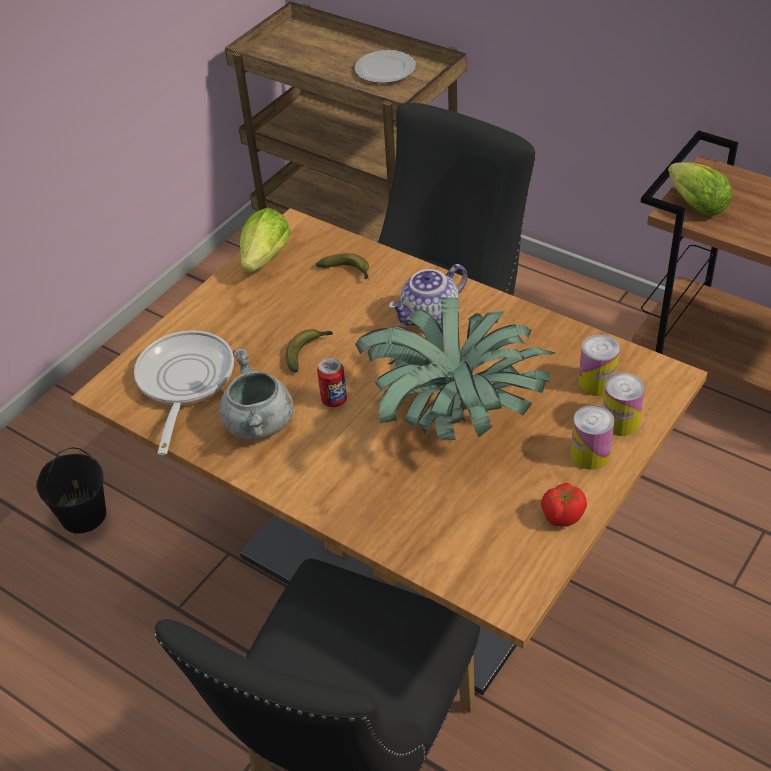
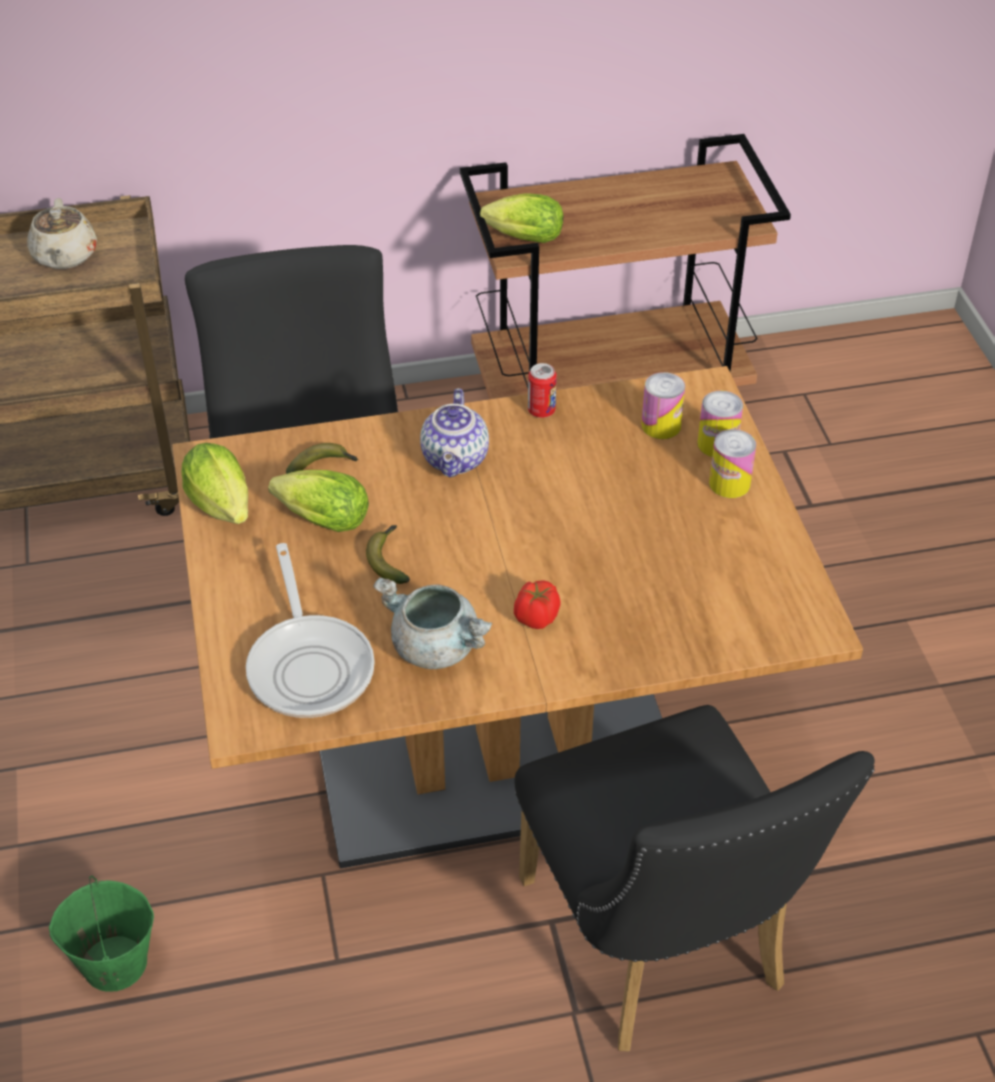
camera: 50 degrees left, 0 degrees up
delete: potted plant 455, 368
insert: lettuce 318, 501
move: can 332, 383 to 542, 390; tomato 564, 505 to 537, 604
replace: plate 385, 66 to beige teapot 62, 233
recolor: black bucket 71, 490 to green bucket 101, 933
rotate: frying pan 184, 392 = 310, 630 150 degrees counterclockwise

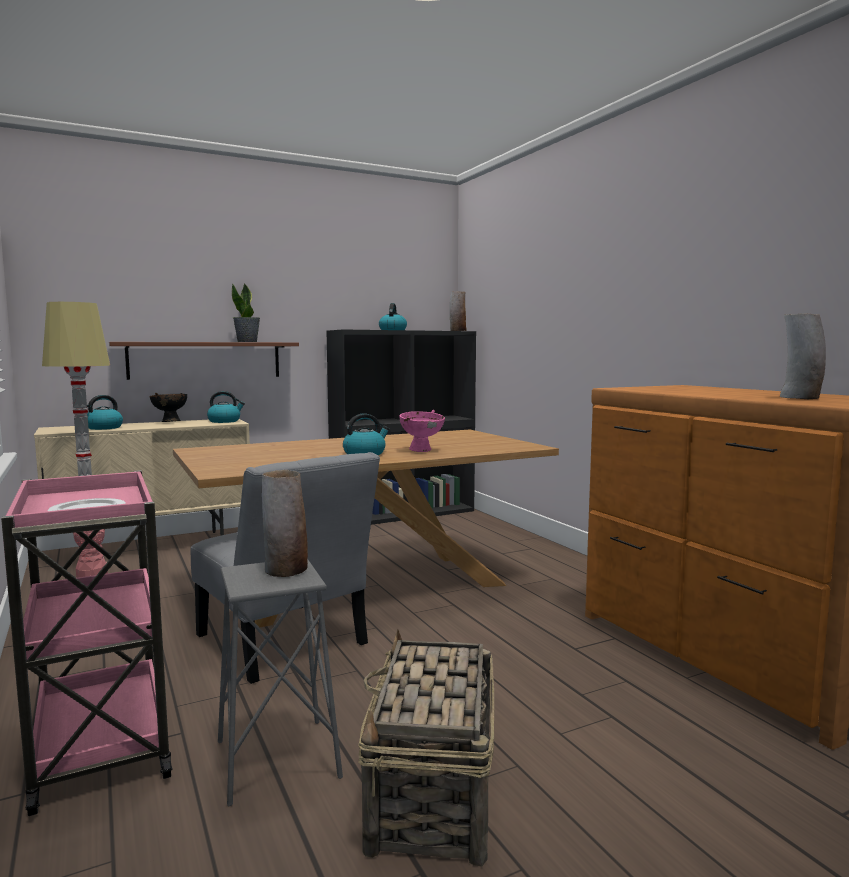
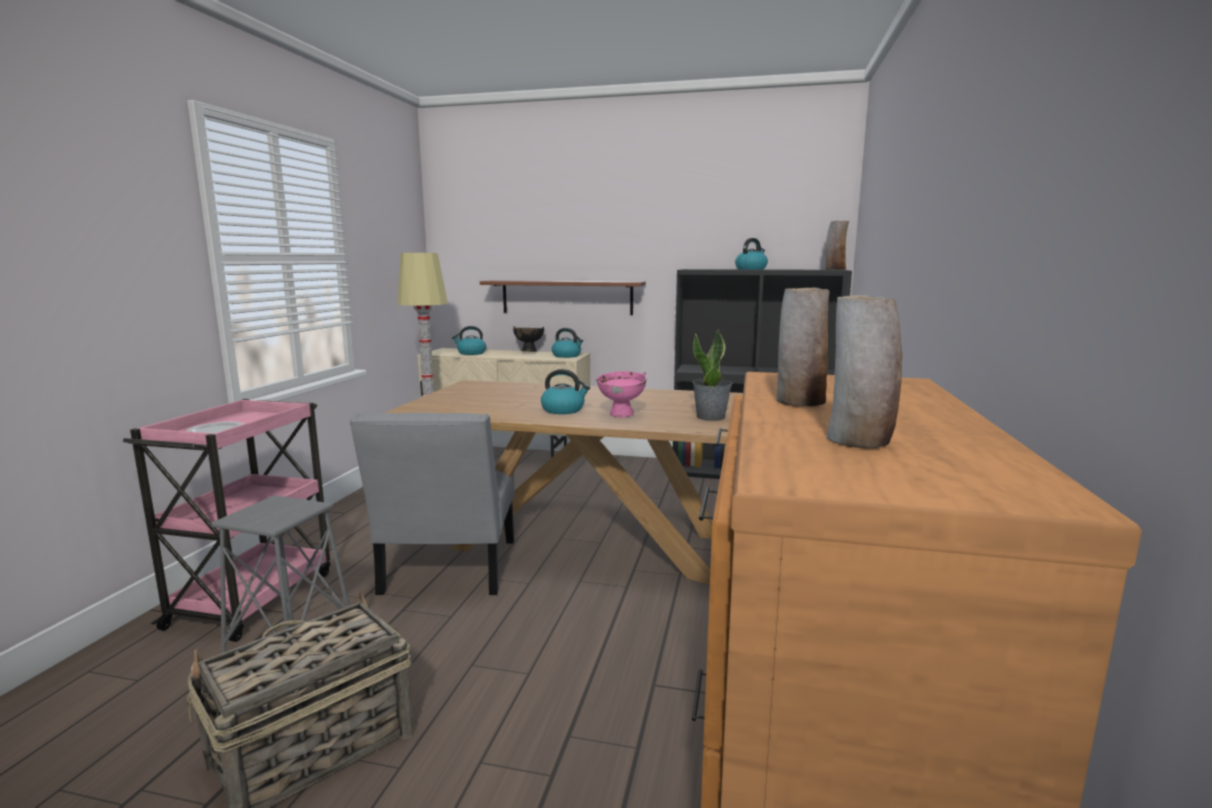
camera: 40 degrees right, 5 degrees up
move: potted plant 246, 312 to 712, 375; vase 285, 523 to 803, 347

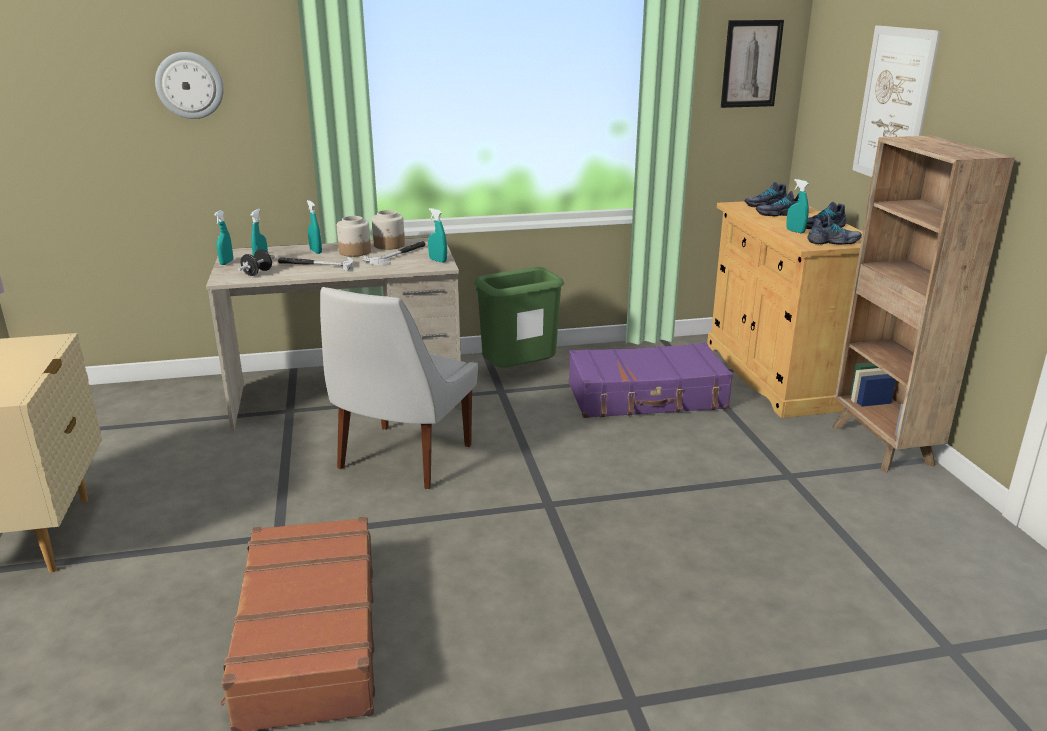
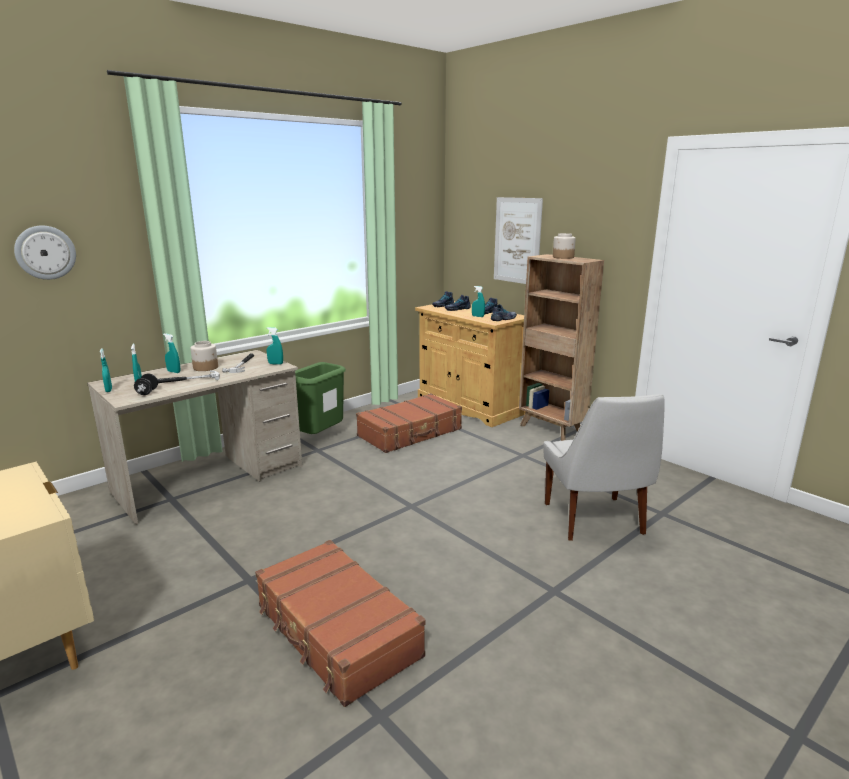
camera: 30 degrees left, 5 degrees down
delete: picture 752, 64
move: jar 388, 230 to 564, 246; white chair 399, 388 to 603, 467
recolor: purple suitcase 651, 380 to brown suitcase 409, 423

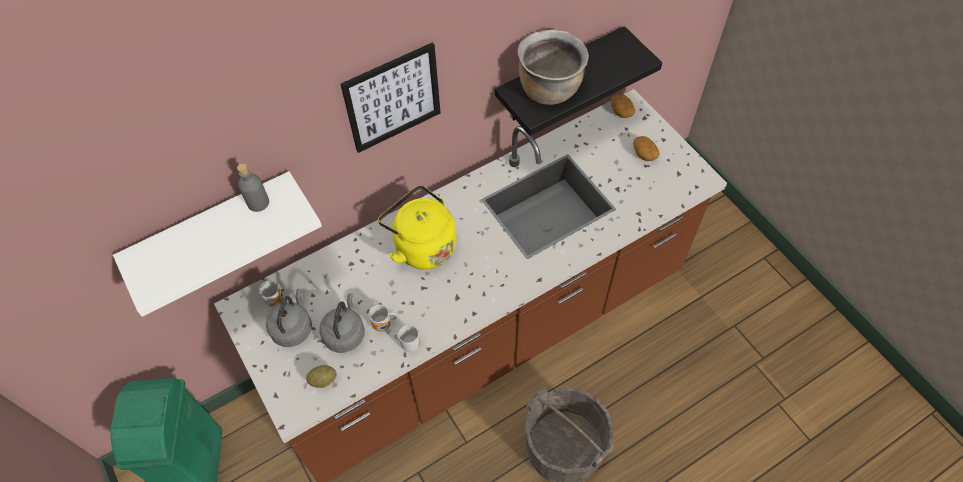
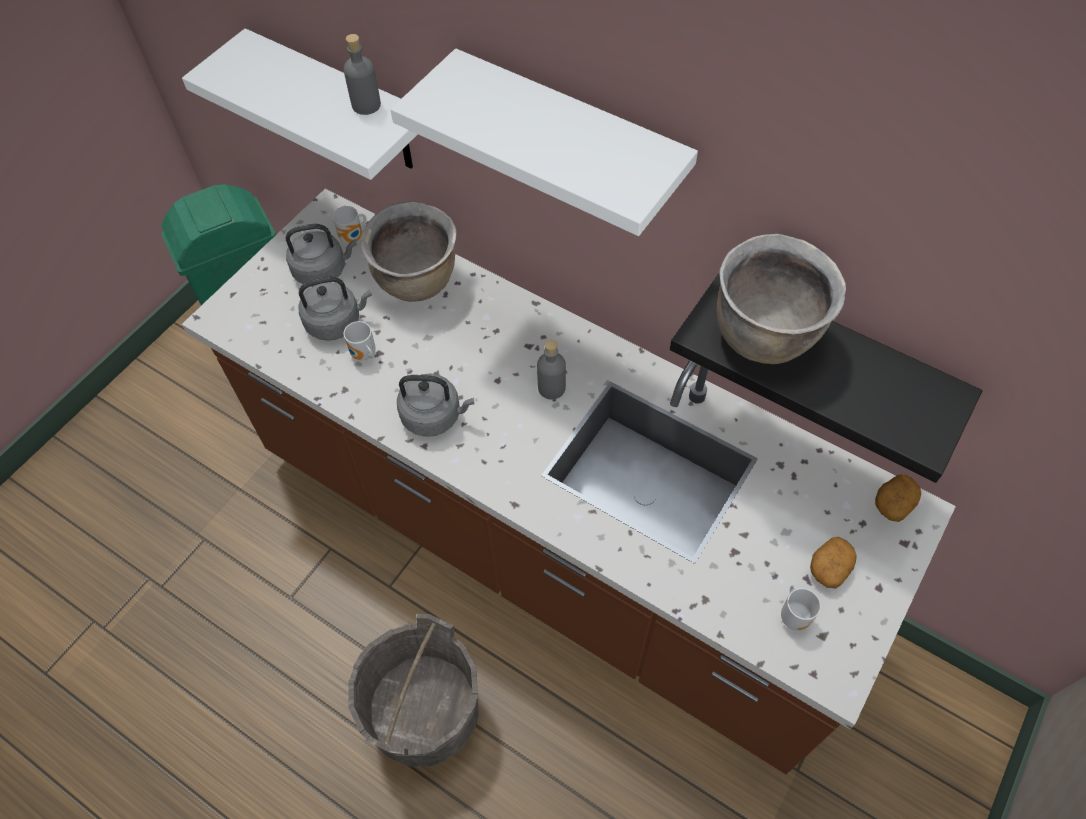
camera: 65 degrees right, 0 degrees up
delete: yellow kettle 417, 227; potato 321, 376
insert: brown cooking pot 408, 251; grey bottle 551, 370; grey kettle 435, 405
move: mug 407, 338 to 801, 608
replace: picture 390, 97 to white shelf 544, 142

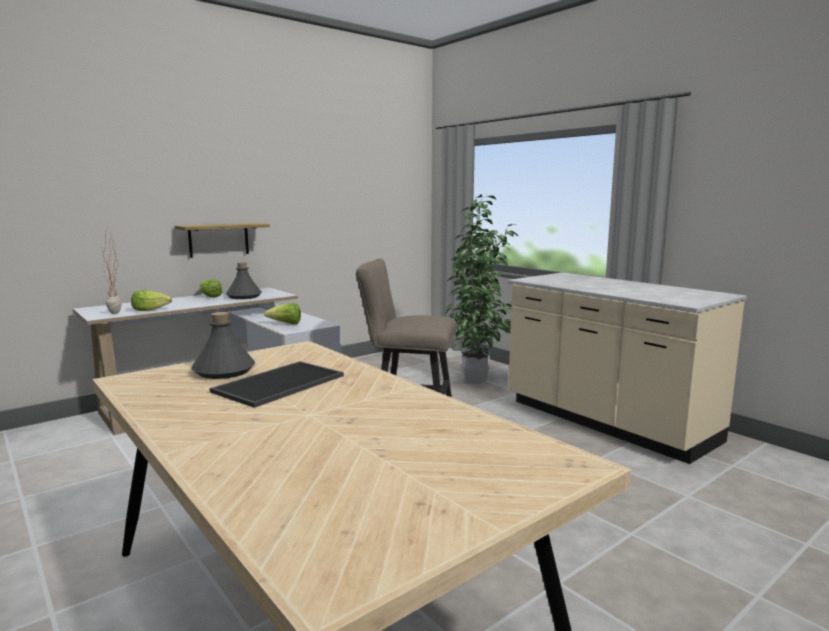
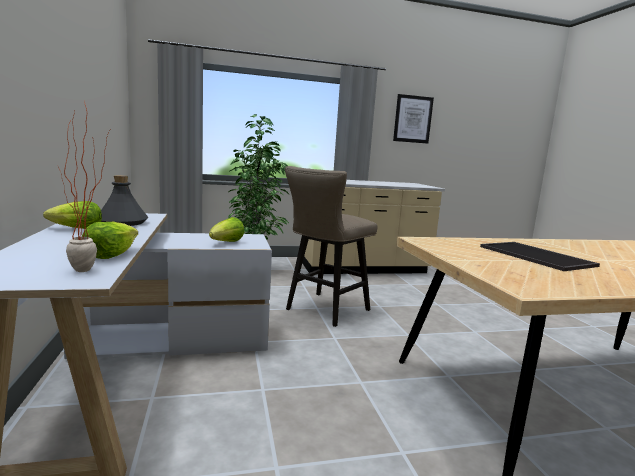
camera: 65 degrees left, 0 degrees up
delete: shelf 222, 240; grey bottle 223, 345
insert: picture 413, 119

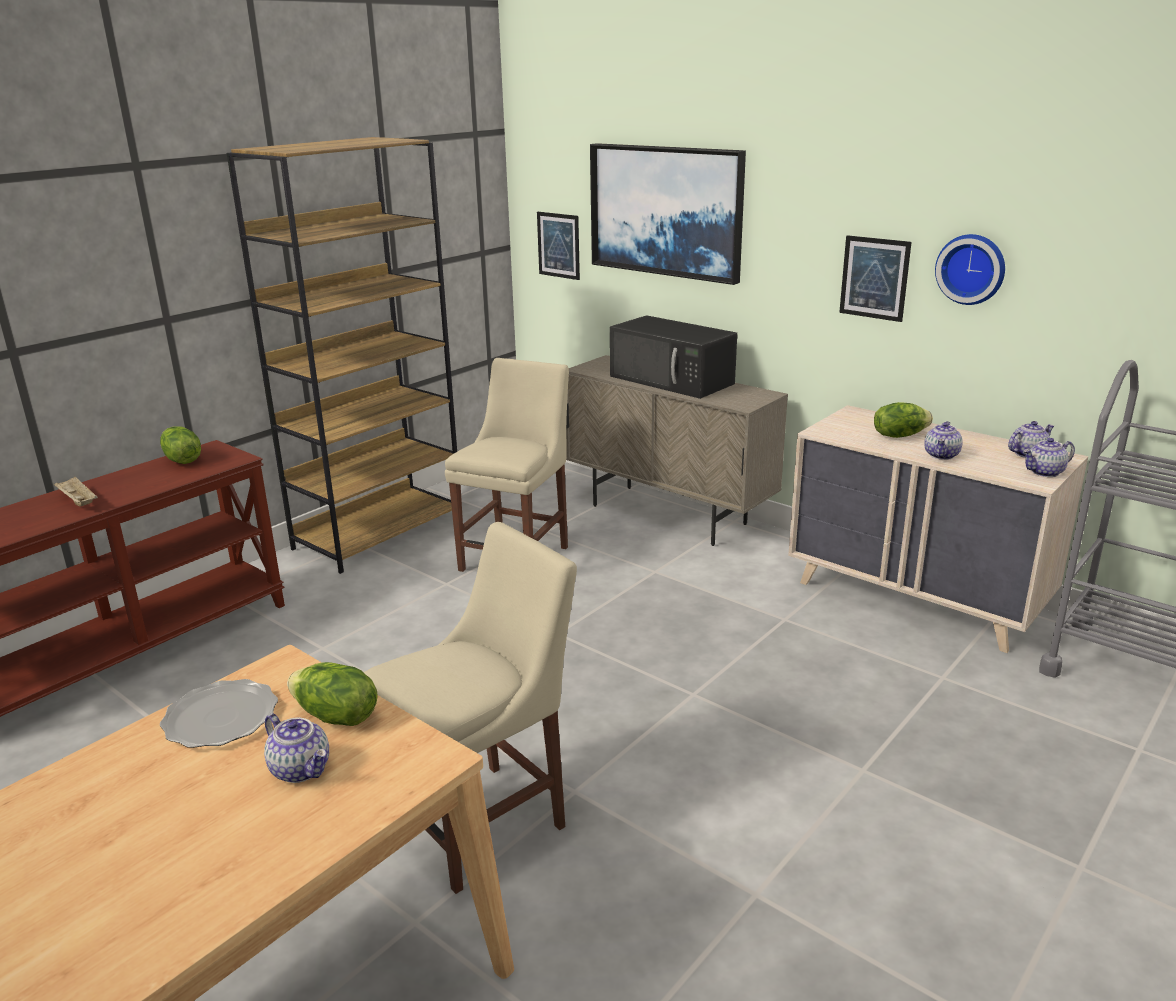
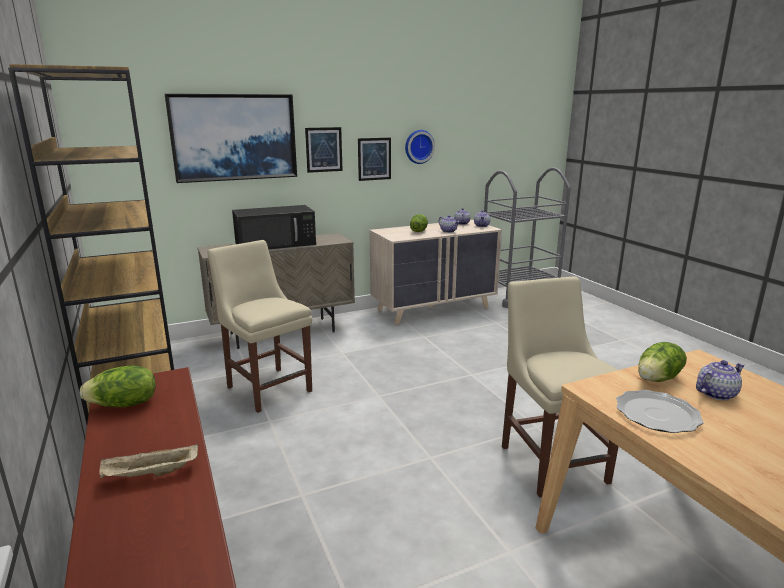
camera: 65 degrees left, 5 degrees down
move: picture 558, 246 to 324, 150

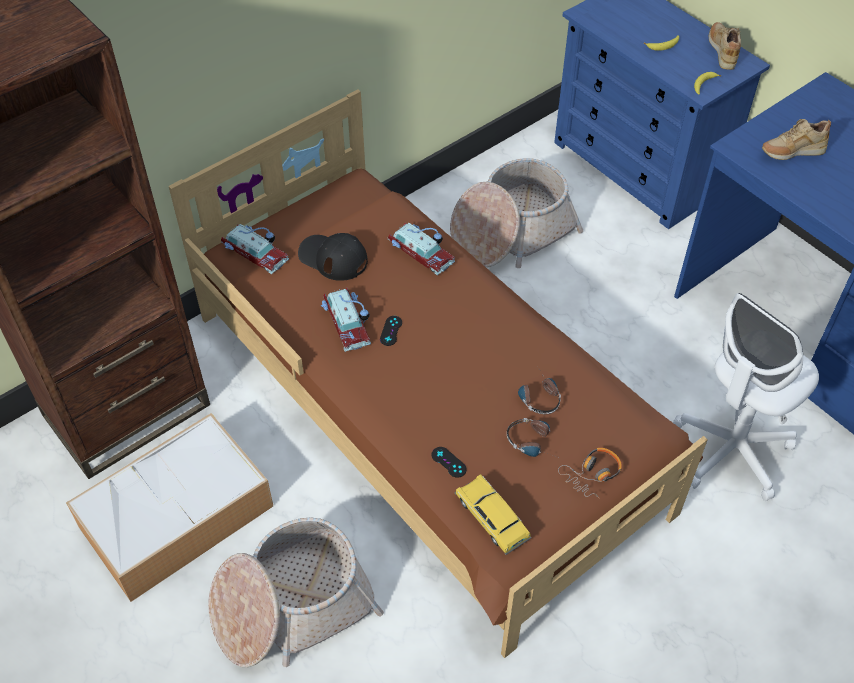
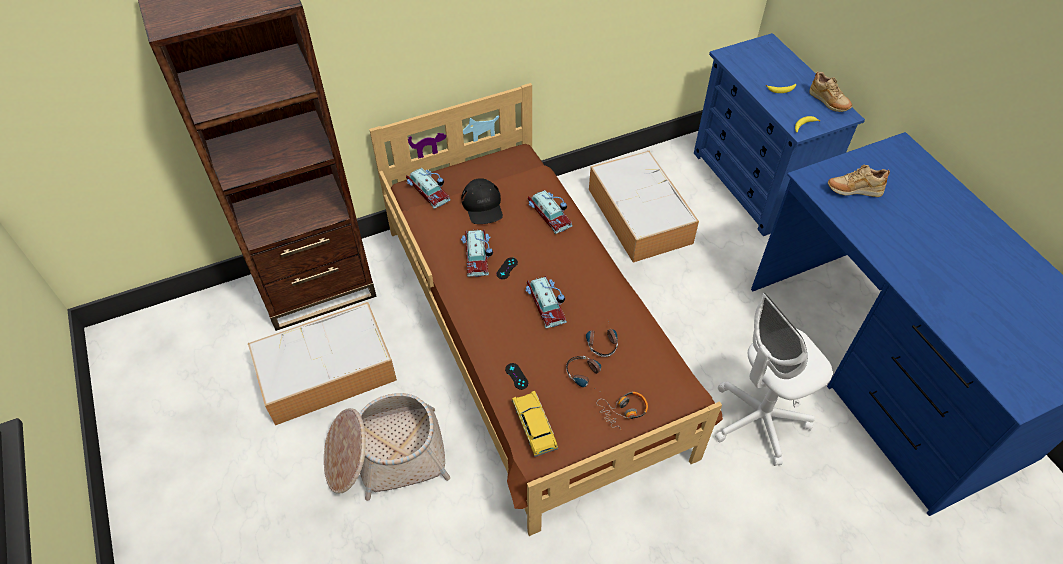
camera: 15 degrees right, 0 degrees up
insert: toy car 545, 302
replace: basket 516, 213 to storage box 644, 207
rotate: beige shoe 725, 46 = 830, 92 135 degrees clockwise; black cap 333, 257 = 482, 201 150 degrees counterclockwise

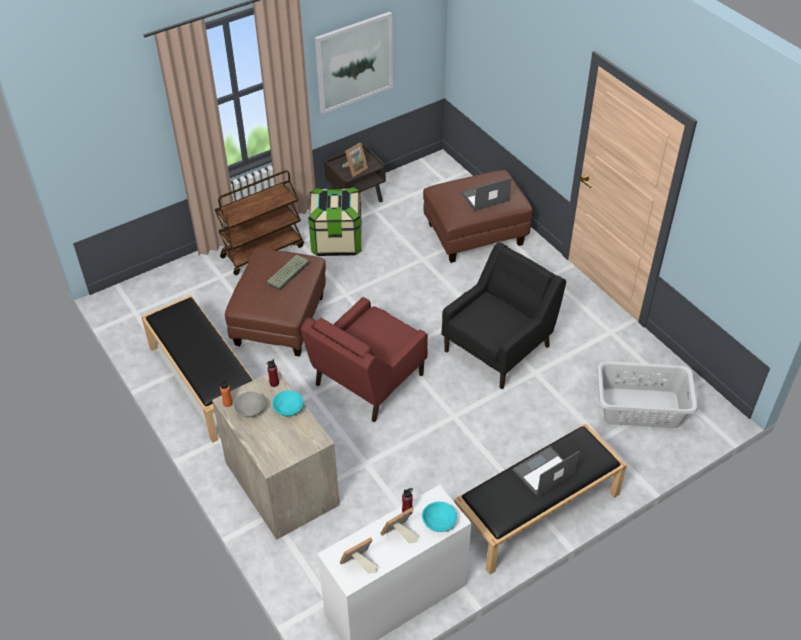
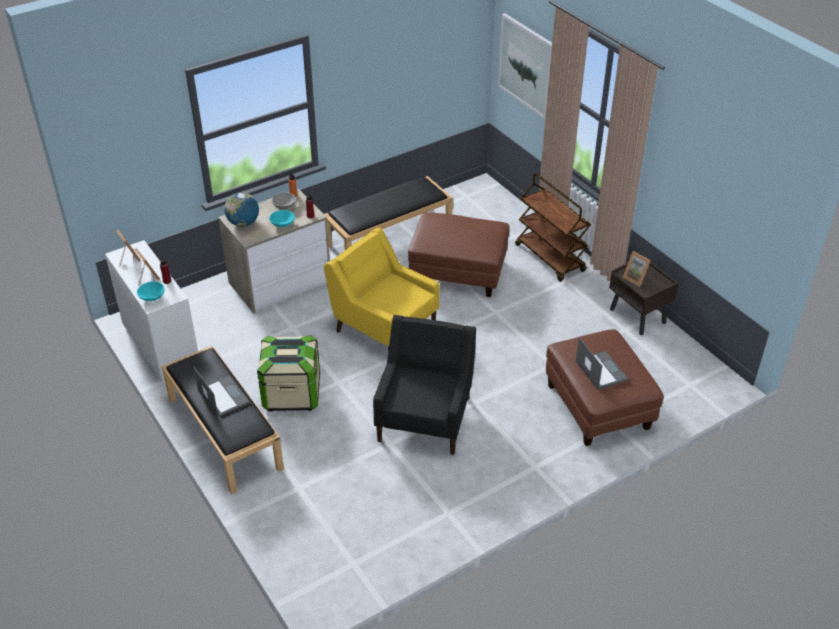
camera: 90 degrees right, 5 degrees down
delete: keyboard 288, 273; grey laundry basket 647, 394
insert: globe 241, 209
move: picture 354, 63 to 525, 66; storage box 335, 221 to 288, 373
recolor: red armchair 364, 359 to yellow armchair 381, 289
rotate: black armchair 504, 315 = 424, 385 120 degrees counterclockwise

